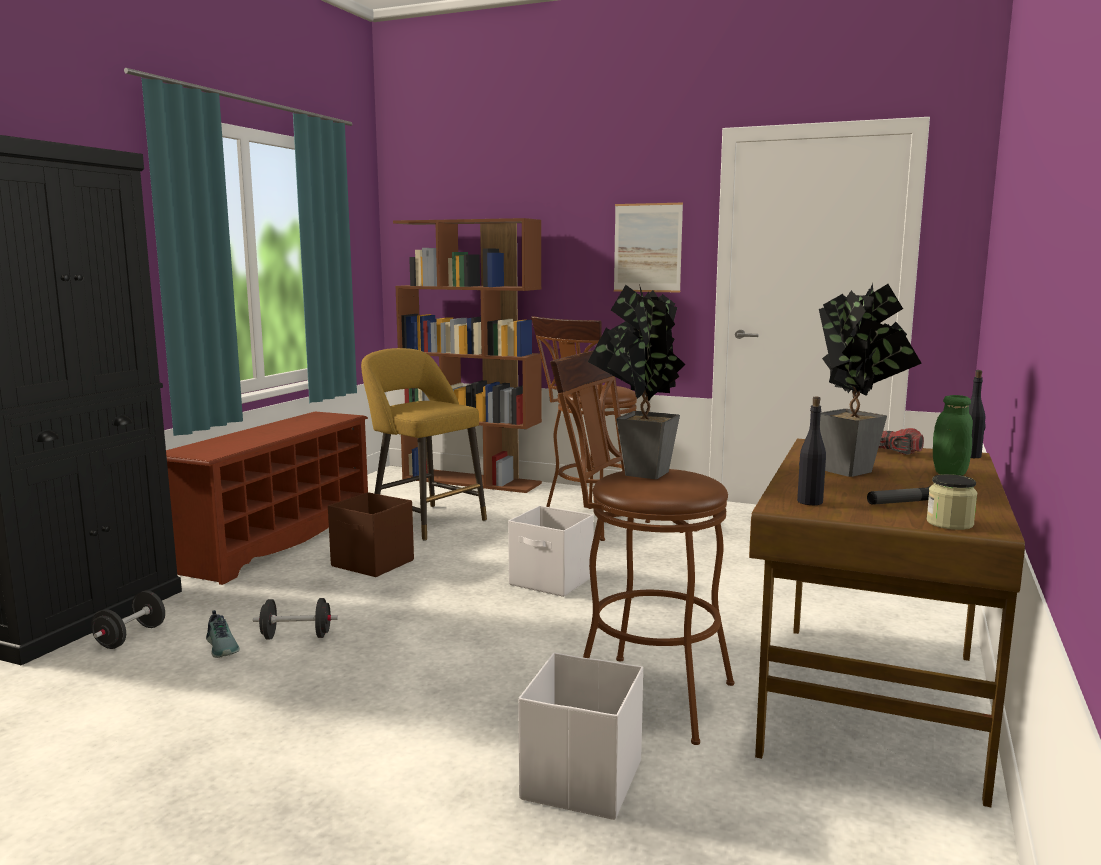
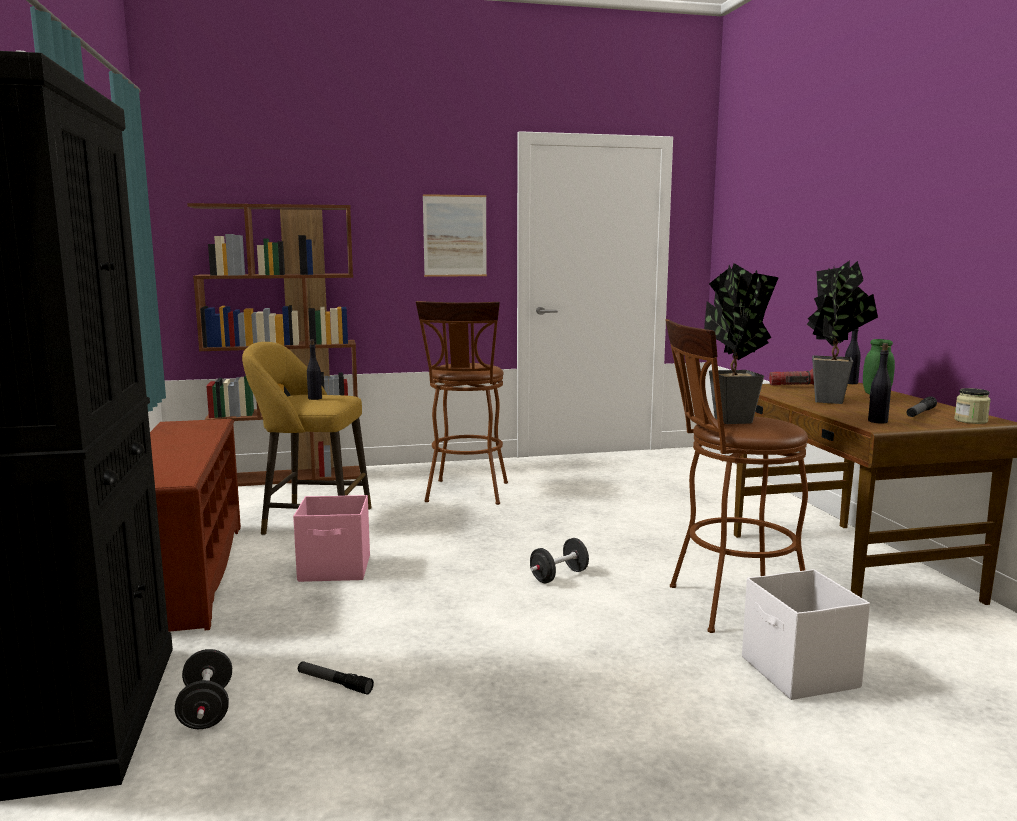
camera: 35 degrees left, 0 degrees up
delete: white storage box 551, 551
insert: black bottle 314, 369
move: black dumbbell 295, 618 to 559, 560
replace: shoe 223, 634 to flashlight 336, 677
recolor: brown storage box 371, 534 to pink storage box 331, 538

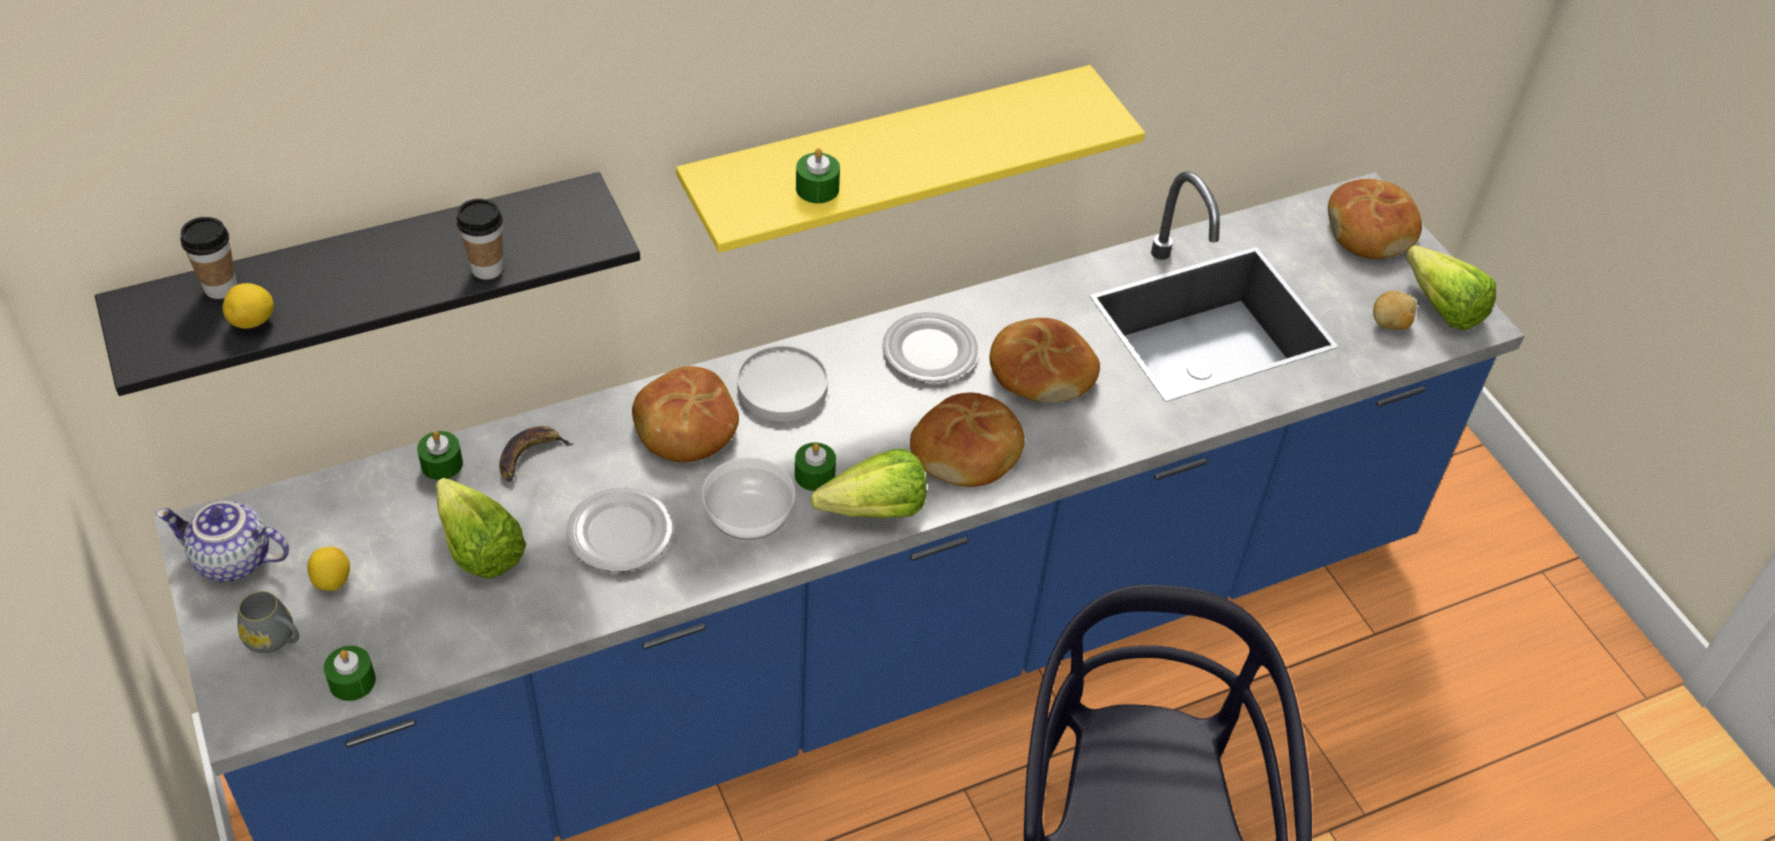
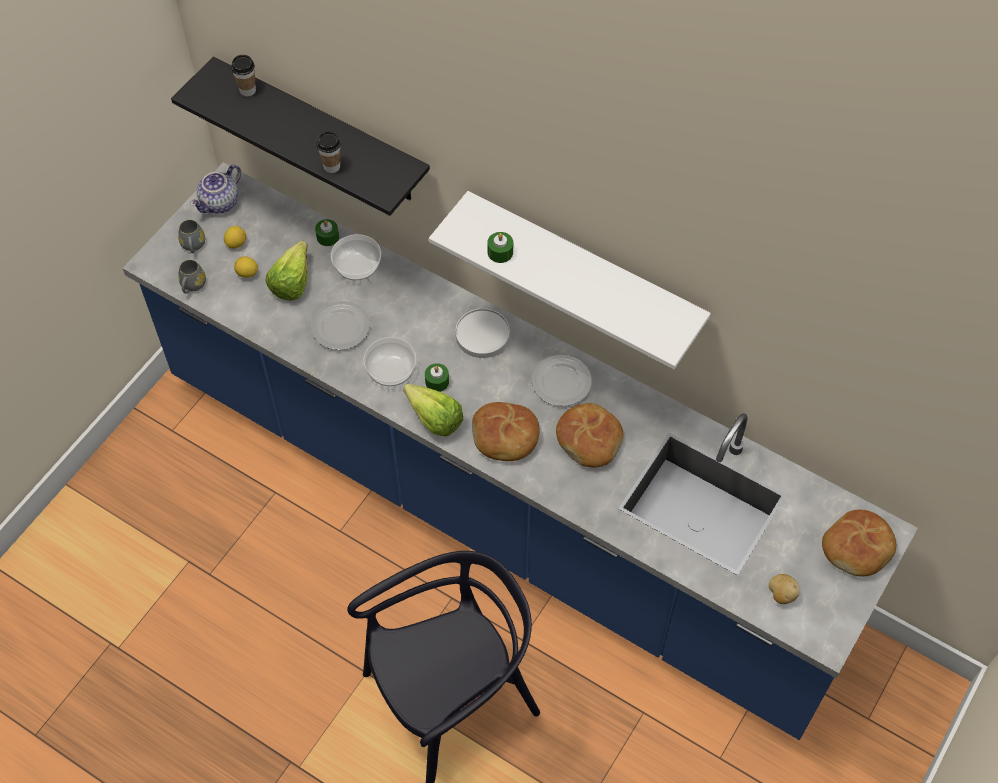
camera: 60 degrees right, 10 degrees up
delete: lettuce 1451, 288; bread 685, 414
move: lemon 248, 306 to 246, 267
replace: banana 536, 454 to bowl 356, 257; green candle 350, 673 to grey mug 192, 276
recolor: yellow shelf 910, 159 to white shelf 570, 280
rotate: teapot 222, 541 = 215, 189 120 degrees counterclockwise

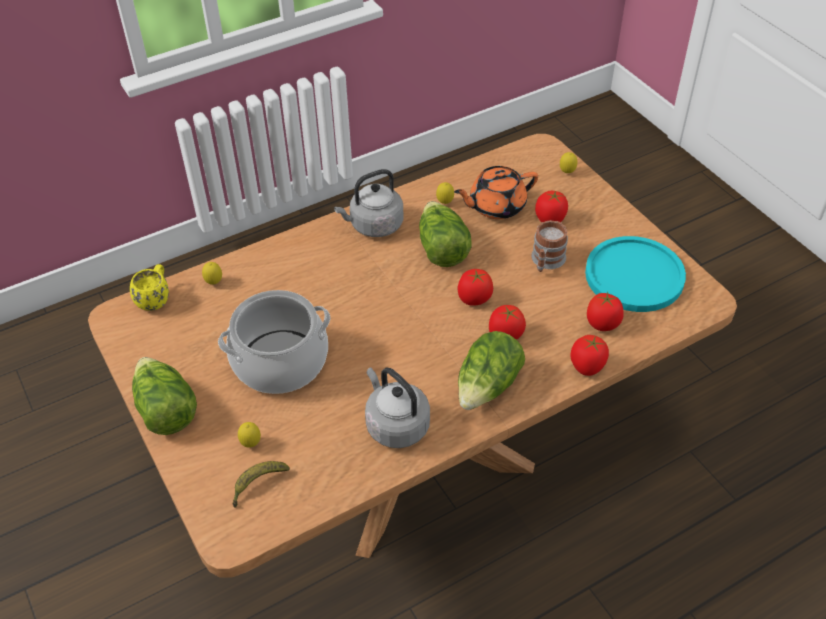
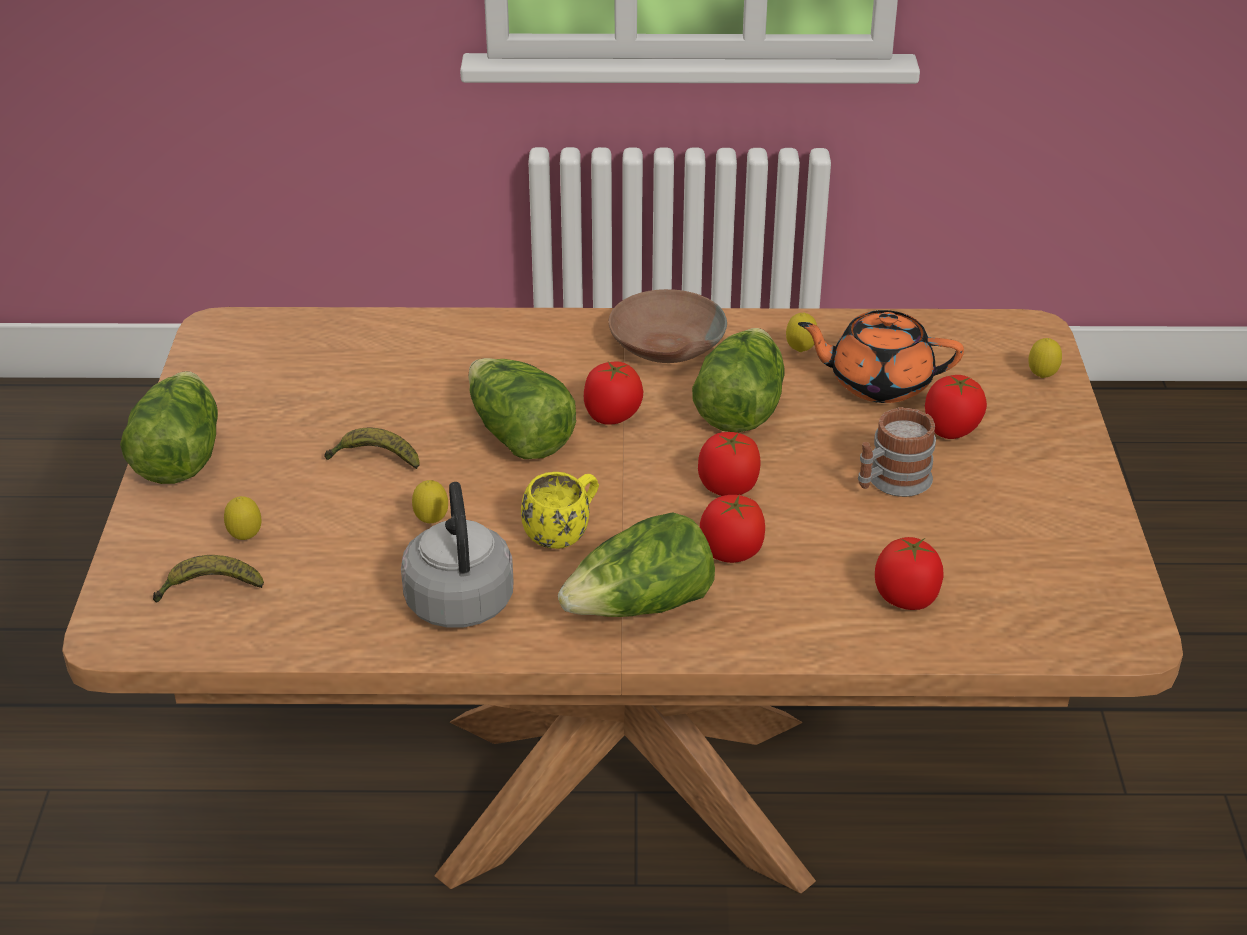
camera: 30 degrees right, 10 degrees down
delete: turquoise plate 635, 274
insert: lettuce 522, 408
move: lemon 212, 273 to 430, 501; yellow mug 149, 287 to 560, 510; tomato 589, 355 to 613, 393
replace: grey kettle 368, 203 to brown bowl 667, 326; cooking pot 274, 342 to banana 372, 448

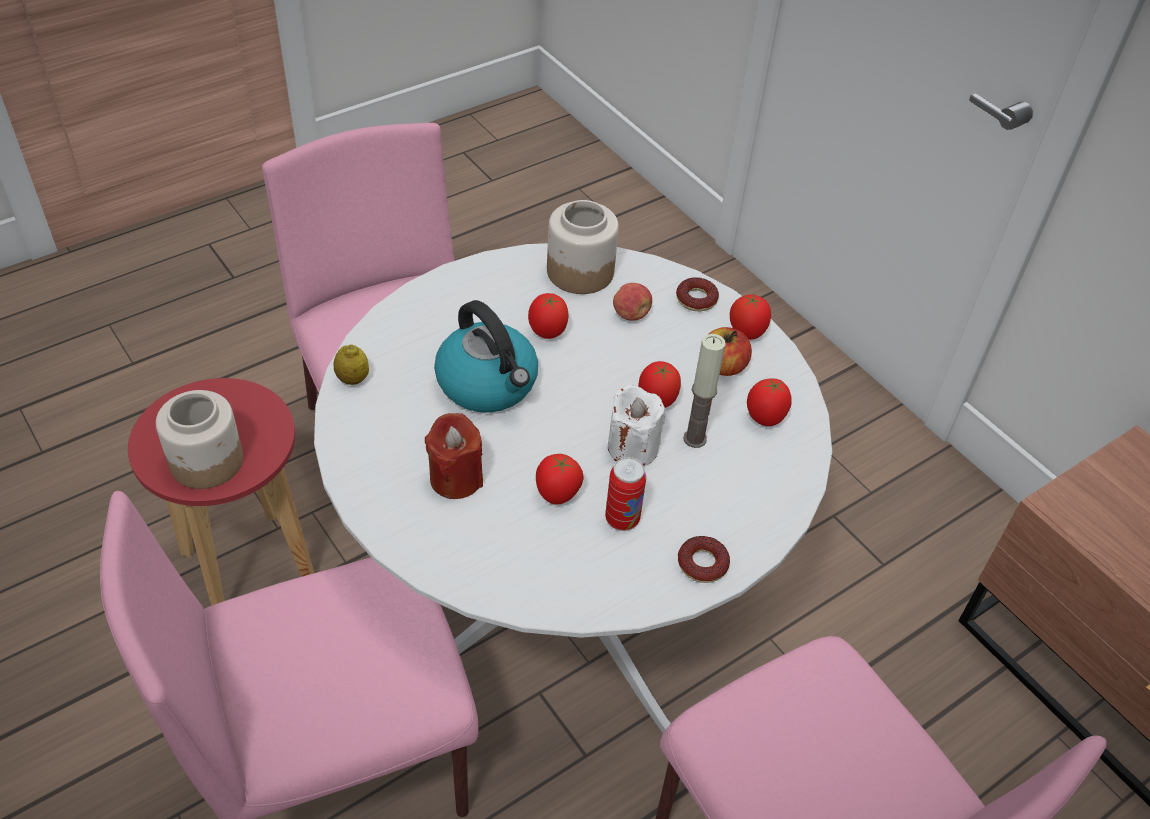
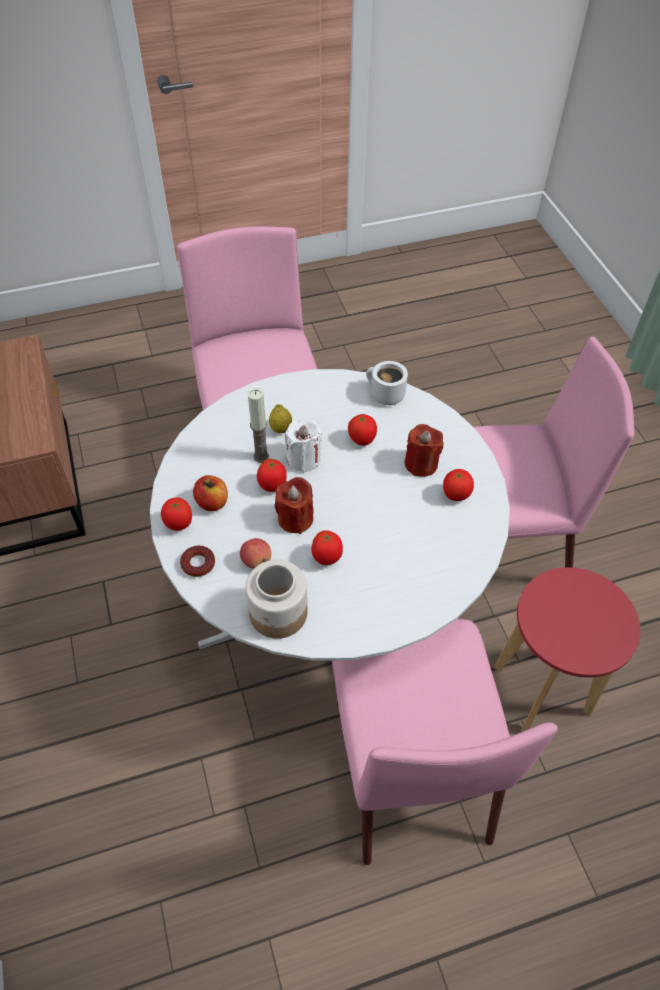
camera: 160 degrees left, 5 degrees up
delete: kettle 486, 356; jar 199, 439; can 625, 494; donut 704, 559
insert: white mug 387, 383; red candle 294, 505
move: lemon 351, 365 to 280, 418; tomato 769, 402 to 458, 485

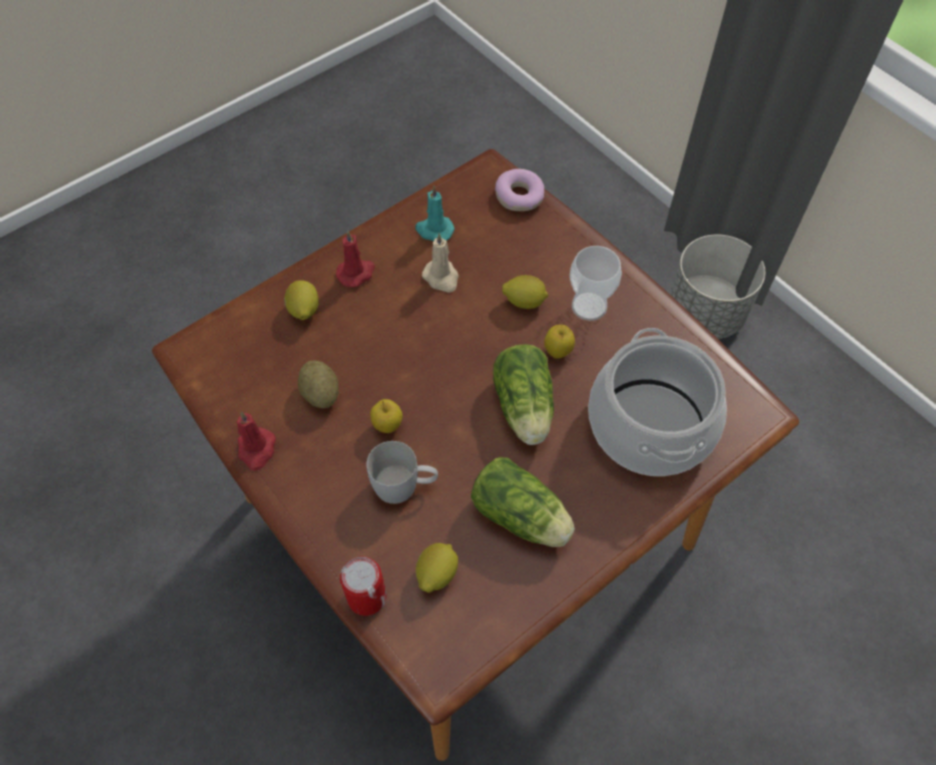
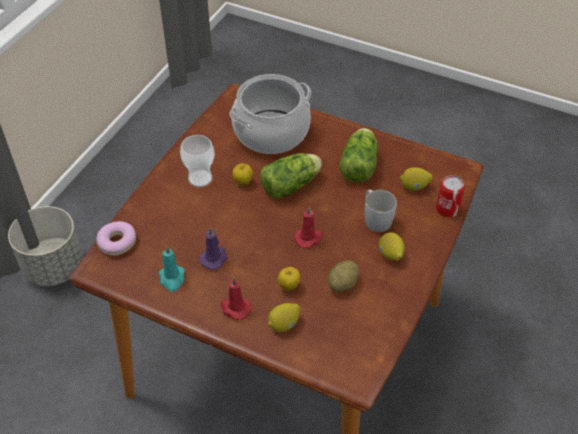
camera: 115 degrees left, 10 degrees down
move: lemon 525, 292 to 391, 246; apple 386, 416 to 289, 279; red candle 256, 441 to 308, 227
recolor: beige candle 440, 263 to purple candle 213, 248

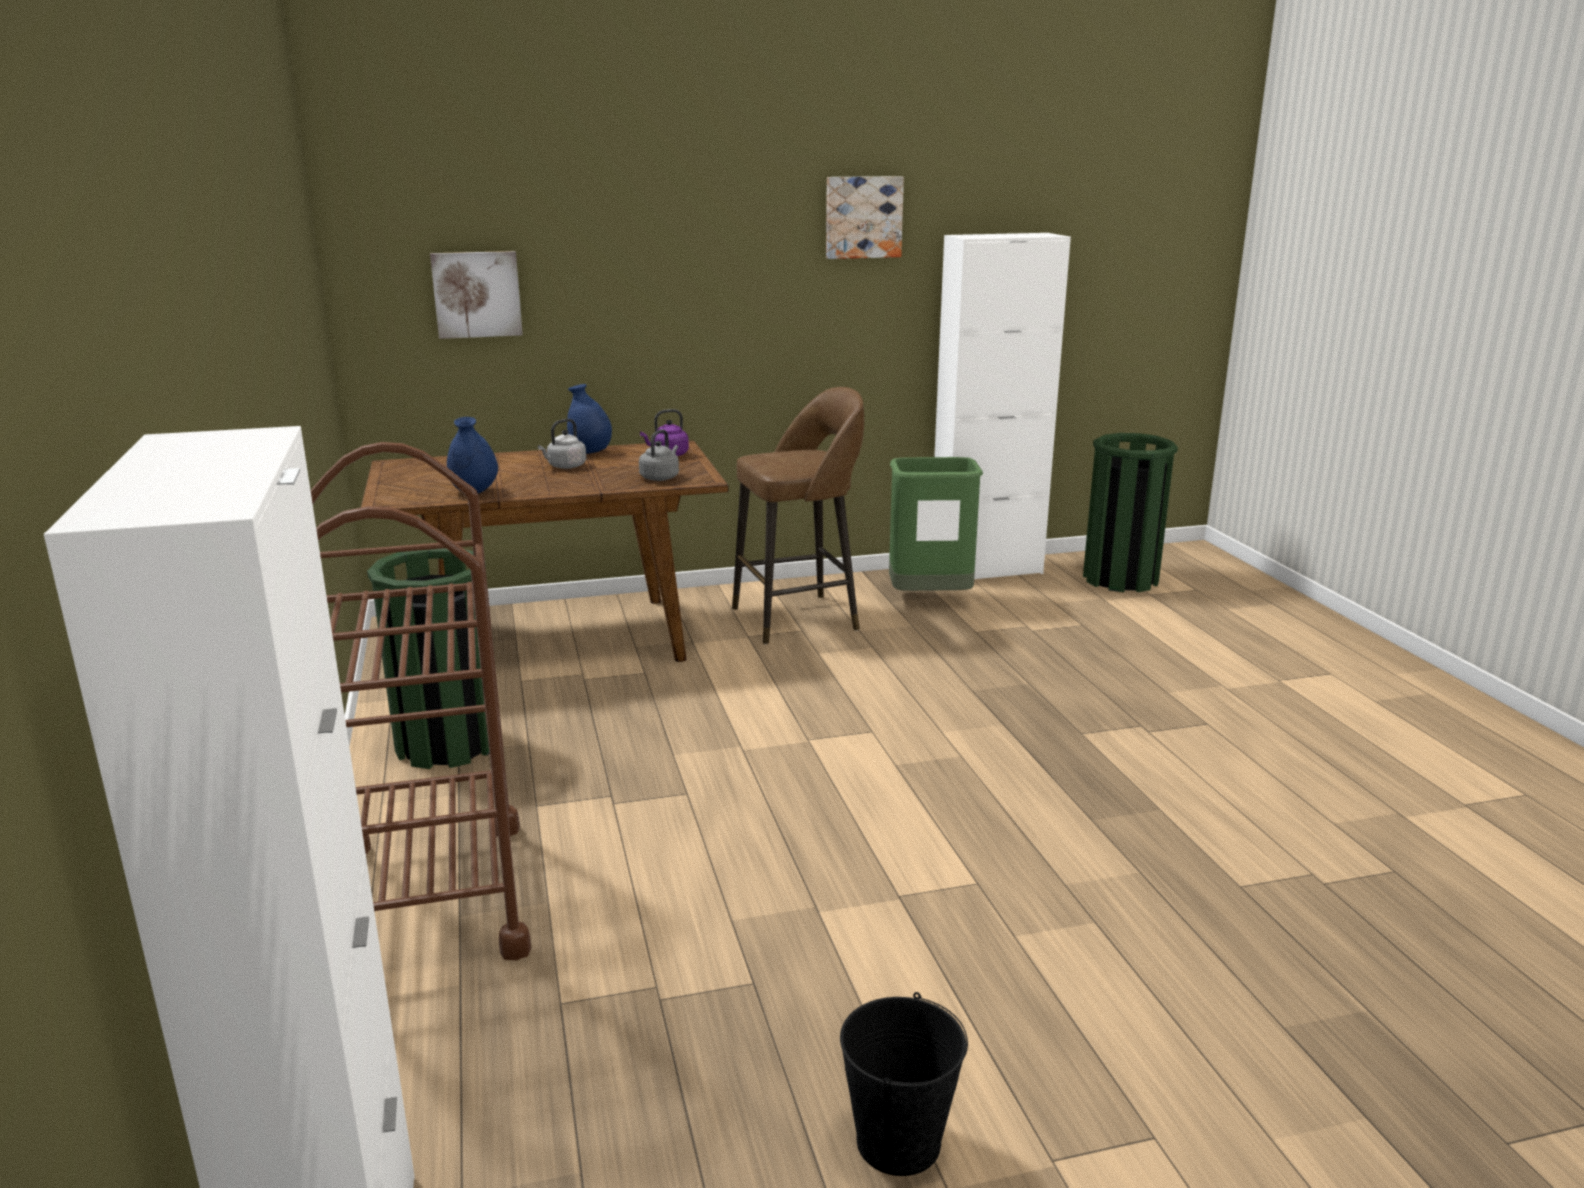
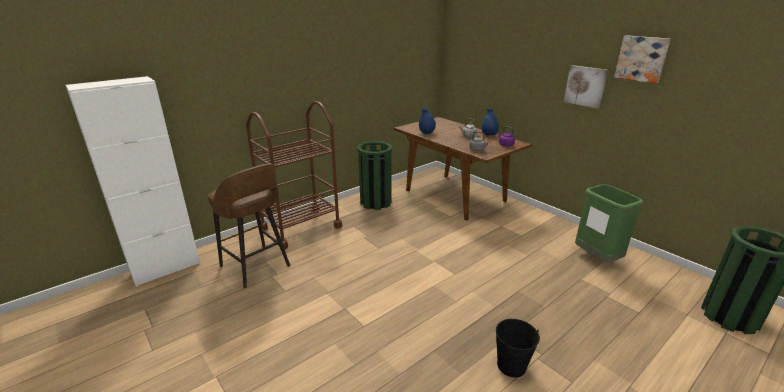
camera: 65 degrees right, 5 degrees up
delete: white cabinet 1002, 406
move: picture 476, 295 to 586, 87; brown stool 798, 515 to 249, 226; black bucket 904, 1084 to 518, 348

